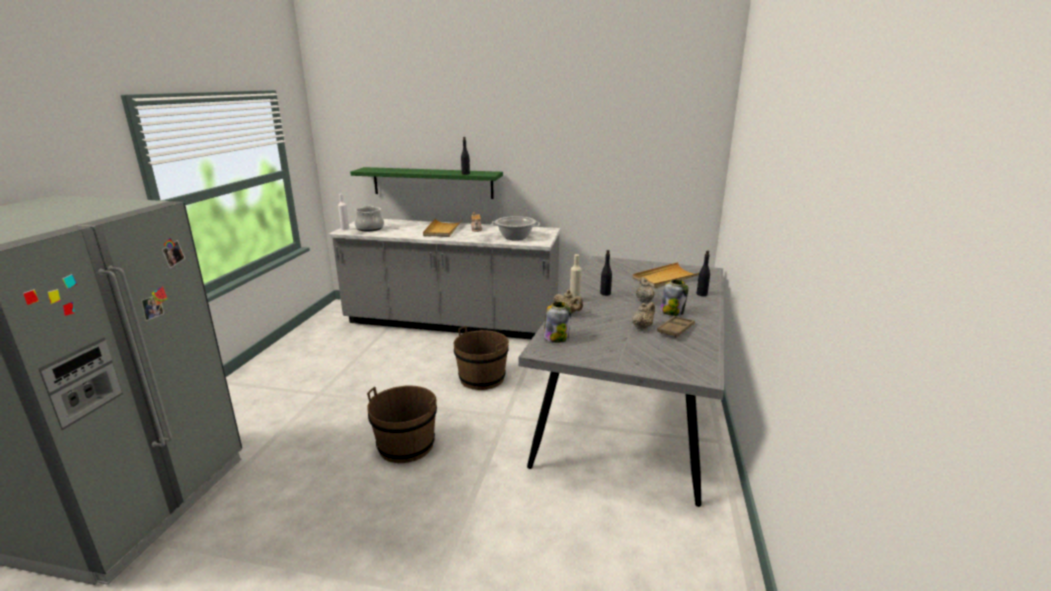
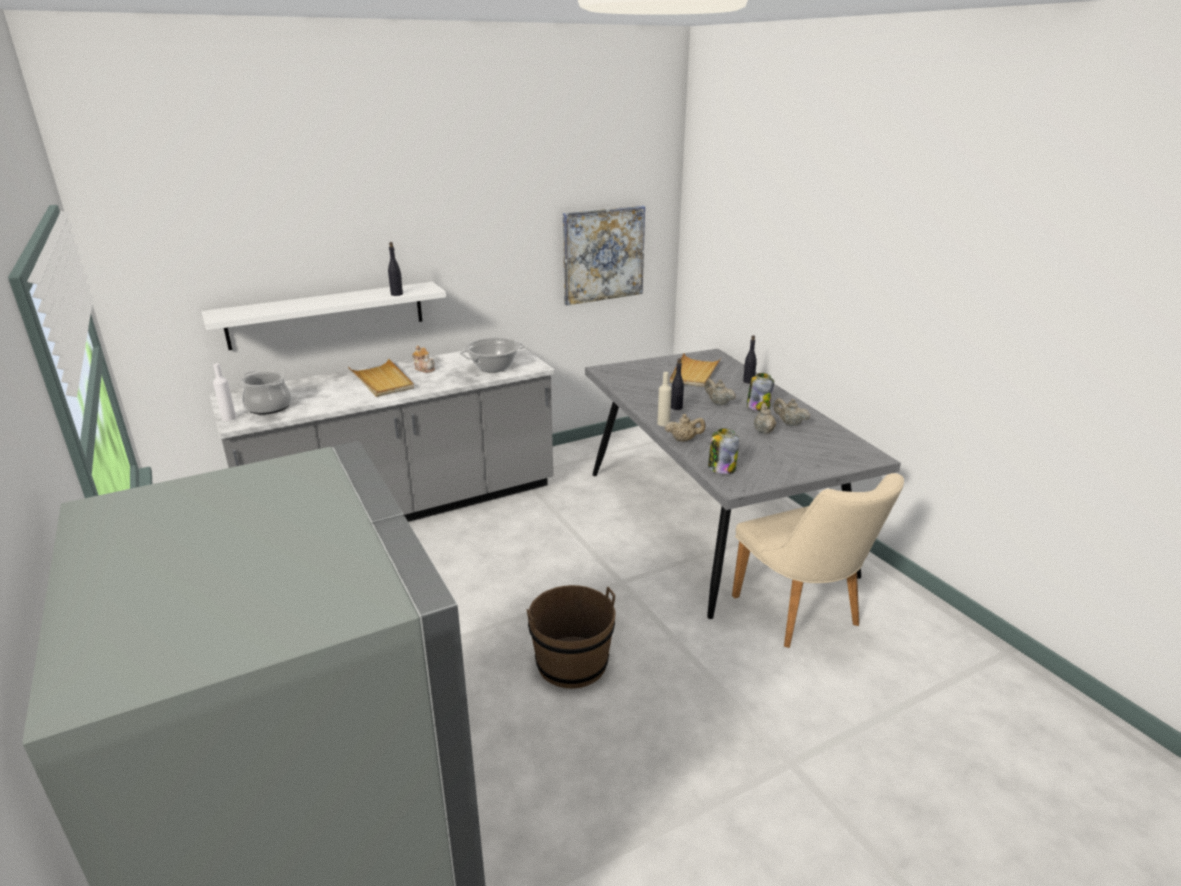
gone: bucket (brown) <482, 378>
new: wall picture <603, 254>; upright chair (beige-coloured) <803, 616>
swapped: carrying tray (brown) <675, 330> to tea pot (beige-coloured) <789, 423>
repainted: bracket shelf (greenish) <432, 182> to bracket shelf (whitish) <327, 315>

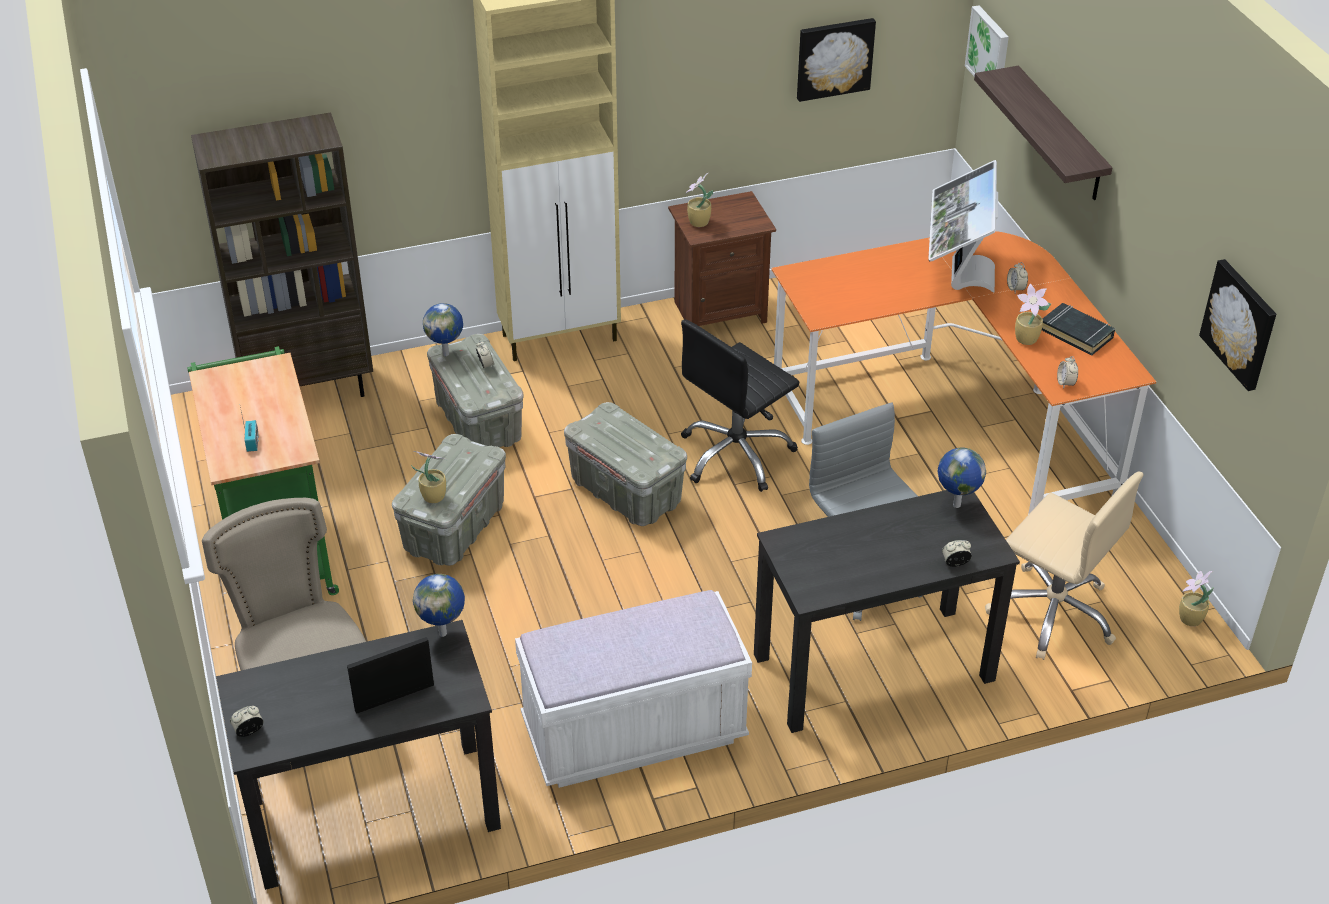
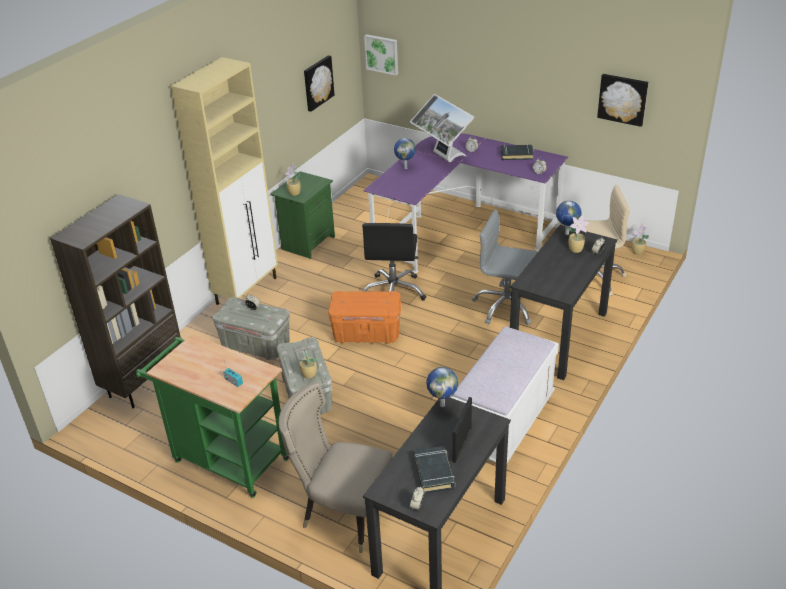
gone: bracket shelf <1060, 135>
new: volume (black) <434, 472>
shifted: desk globe <446, 353> to <405, 167>; potted plant <1027, 340> to <576, 249>
repainted: storage bin (gray) <625, 492> to storage bin (orange) <366, 334>; night table (brown) <719, 311> to night table (greenish) <307, 243>; desk (orange) <955, 416> to desk (purple) <460, 231>

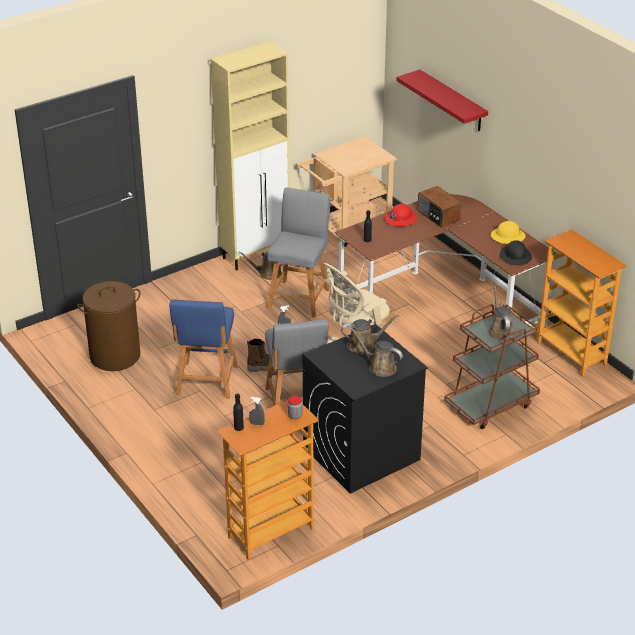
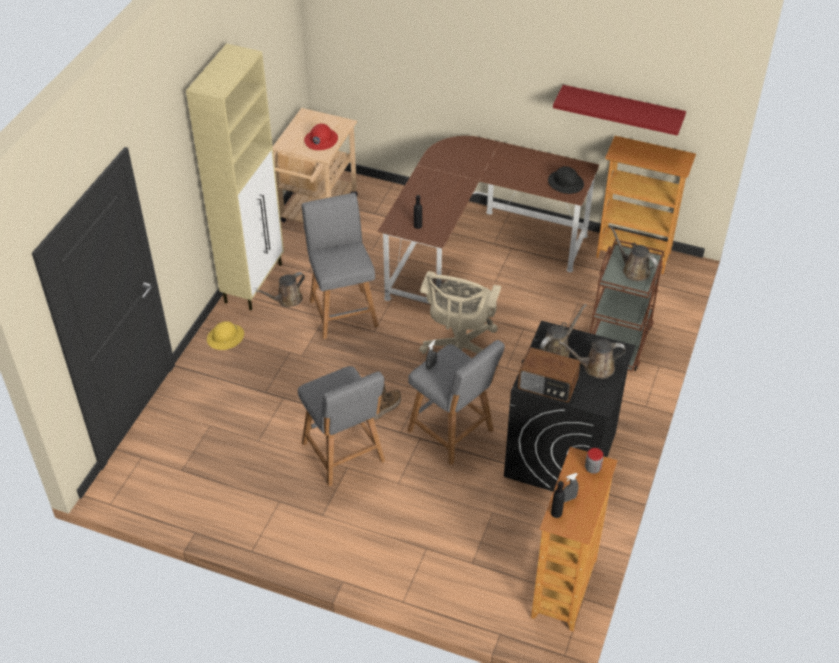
gone: hamper (brown) <115, 356>
shifted: safety helmet (red-coloured) <400, 219> to <321, 140>; bracket shelf (red-coloured) <452, 101> to <621, 110>; radio receiver <438, 216> to <547, 385>; safety helmet (yellowish) <508, 236> to <225, 337>
repainted: stool (blue-coloured) <206, 383> to stool (gray) <345, 455>

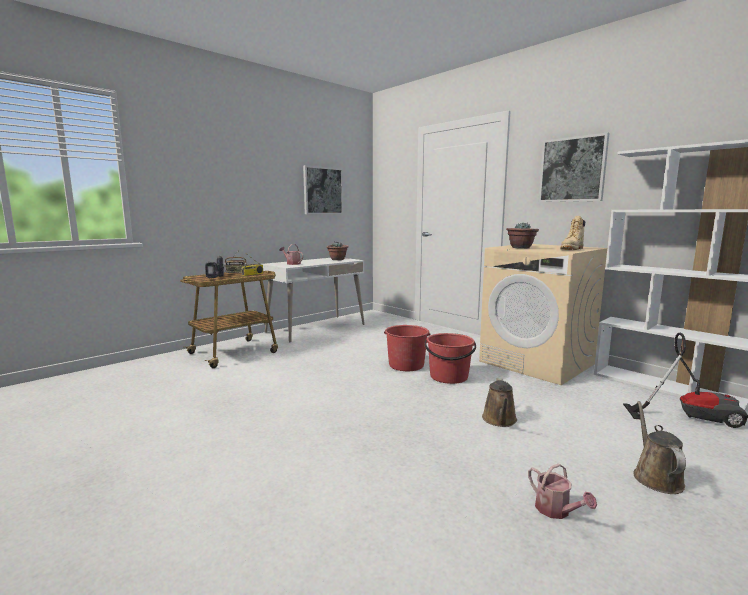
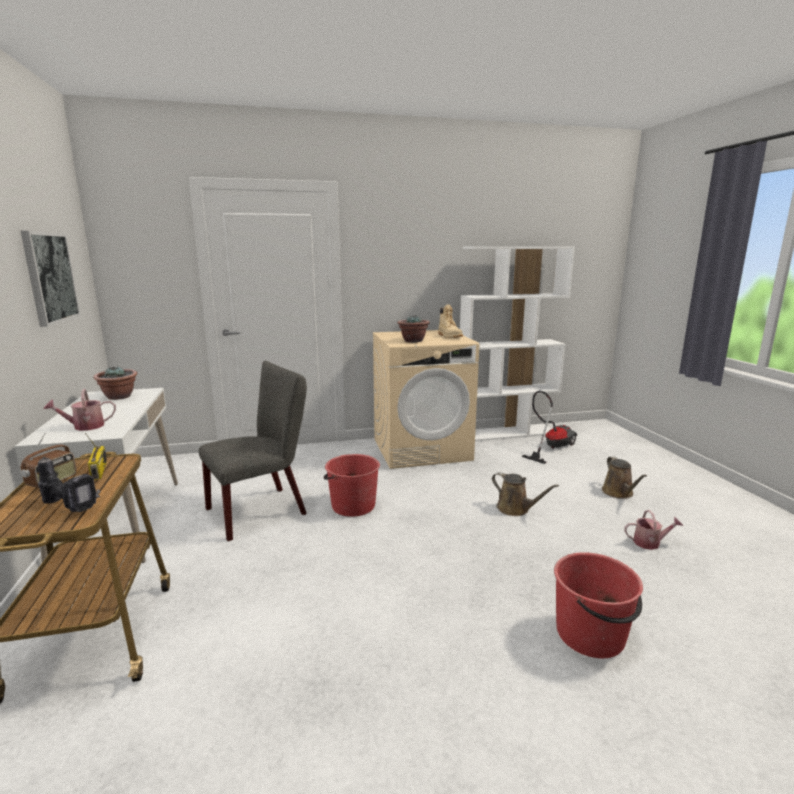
gone: wall picture <572, 169>
new: upright chair (gray) <263, 510>
shifted: bucket (red-coloured) <449, 377> to <591, 635>
rotated: sprinkling can (brown) <655, 477> = <619, 493> 135 degrees counterclockwise

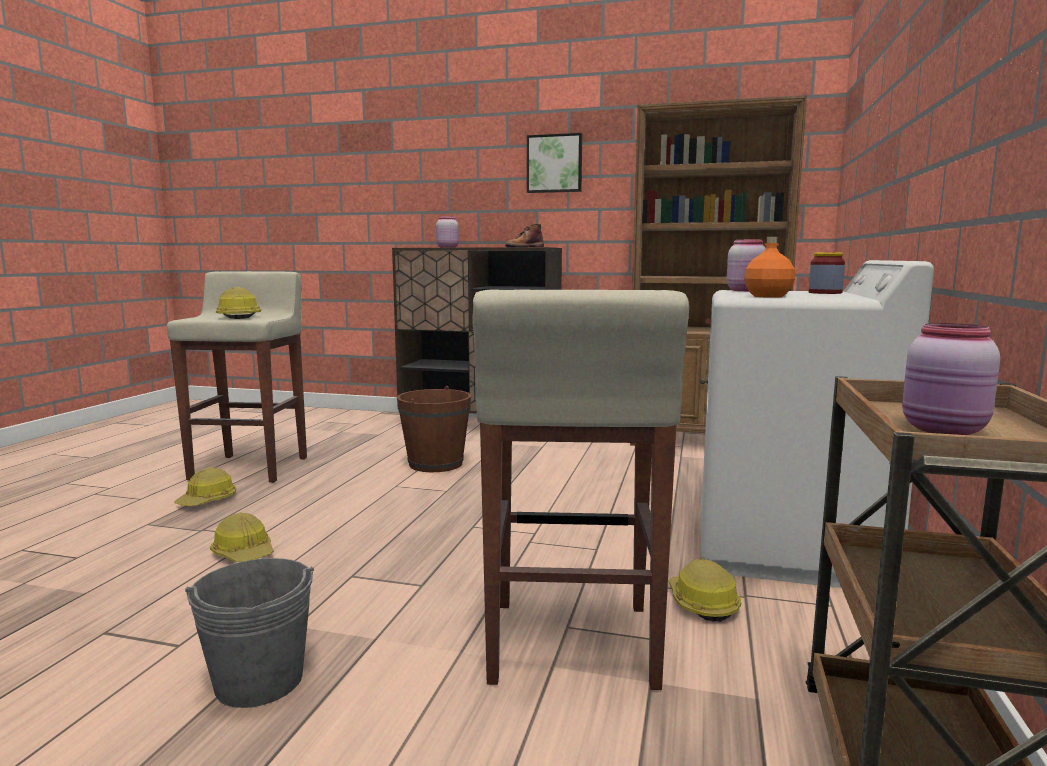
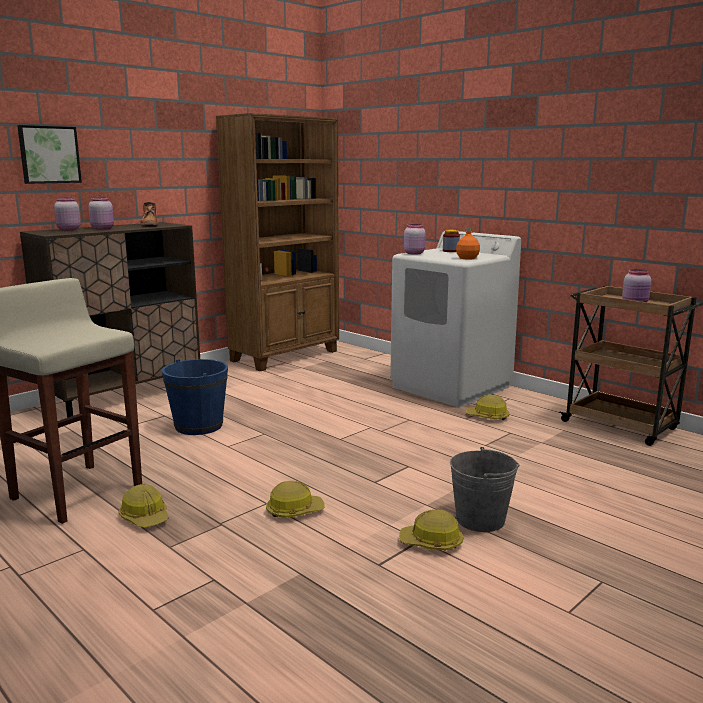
gone: stool (beige-coloured) <571, 645>
new: preserve jar (pink-coloured) <103, 228>
shifted: safety helmet <238, 317> to <431, 542>; wall picture <554, 164> to <49, 154>
repainted: bucket (brown) <436, 464> to bucket (blue-coloured) <199, 426>

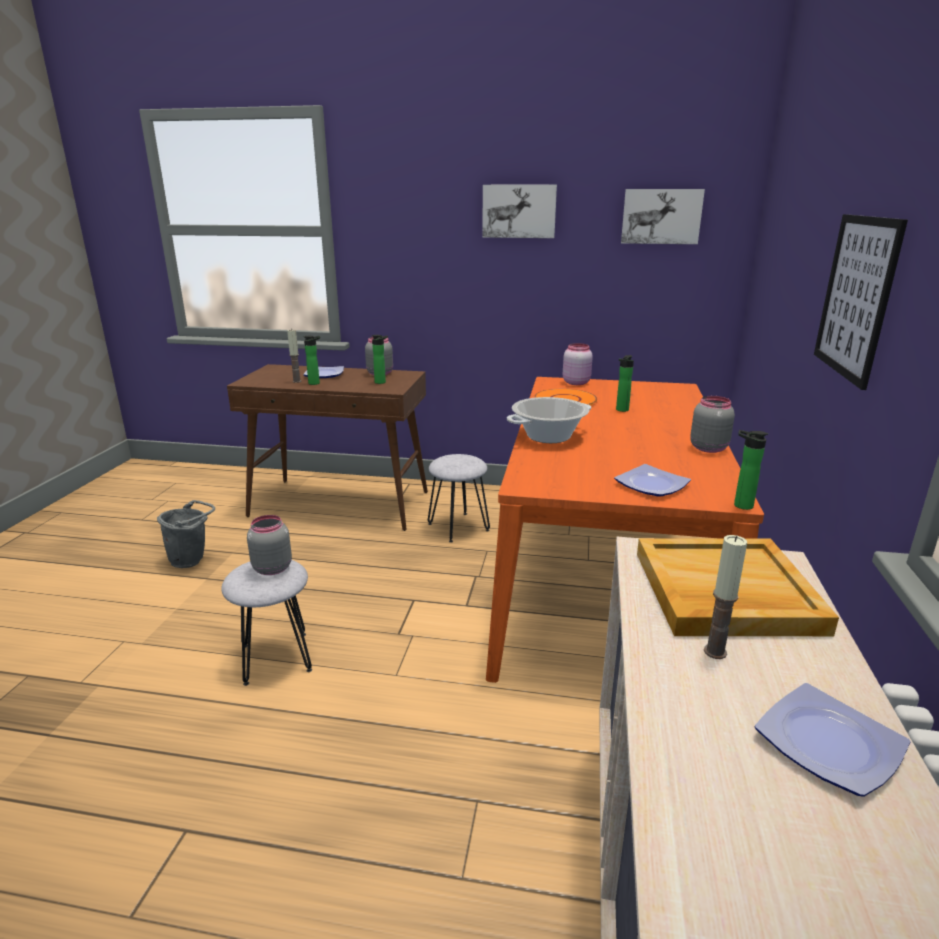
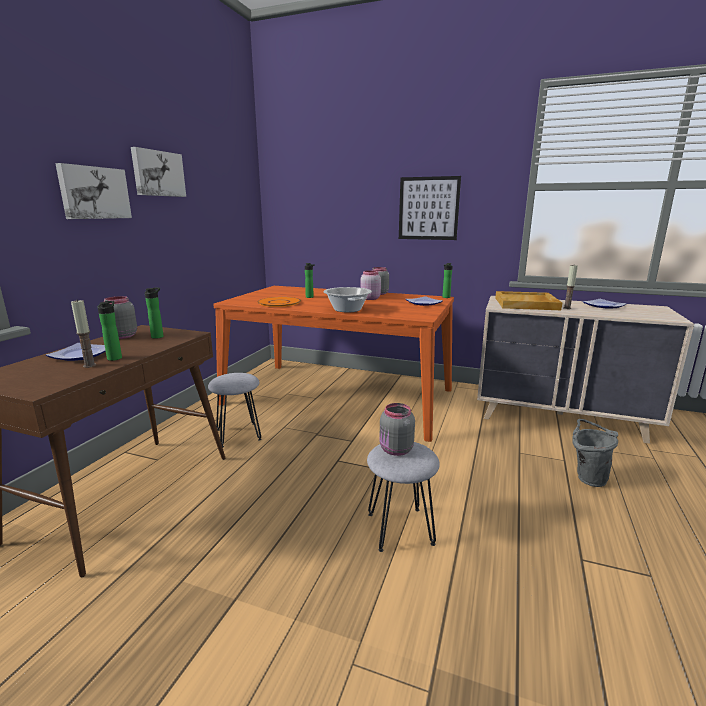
shifted: bucket (gray) <193, 561> to <586, 477>; preserve jar (pink-coloured) <576, 382> to <369, 298>; wall picture <661, 216> to <94, 193>

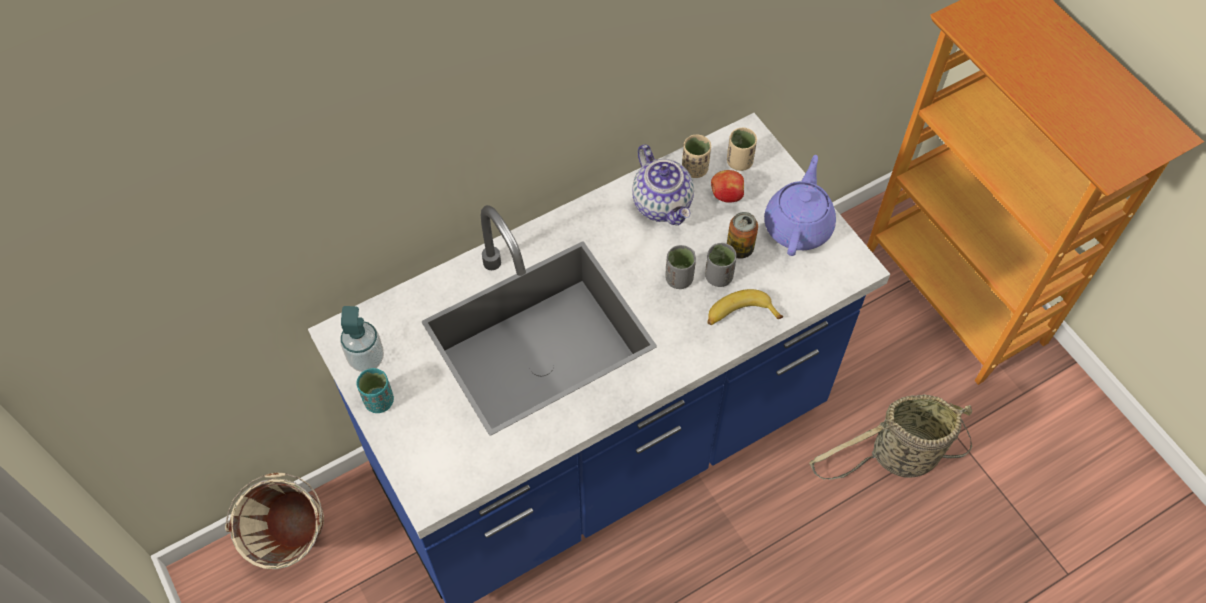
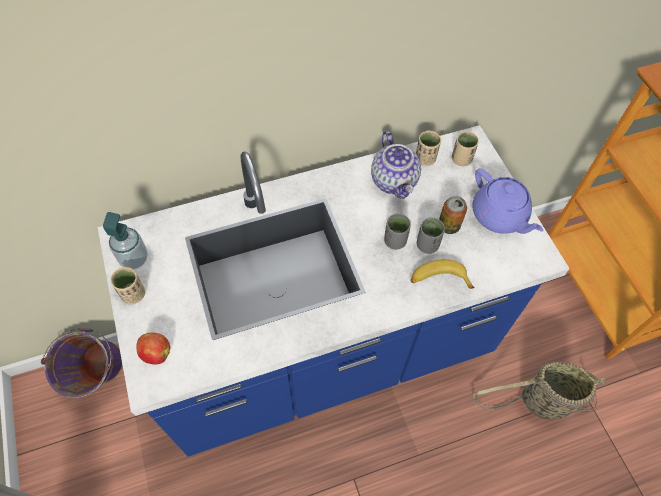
shifted: apple fruit <726, 195> to <156, 353>
repainted: bucket (beige-coloured) <294, 545> to bucket (purple) <99, 379>; drinking cup (turquoise-coloured) <379, 401> to drinking cup (beige-coloured) <133, 294>
rotated: tea pot (purple) <798, 225> = <499, 216> 120 degrees clockwise

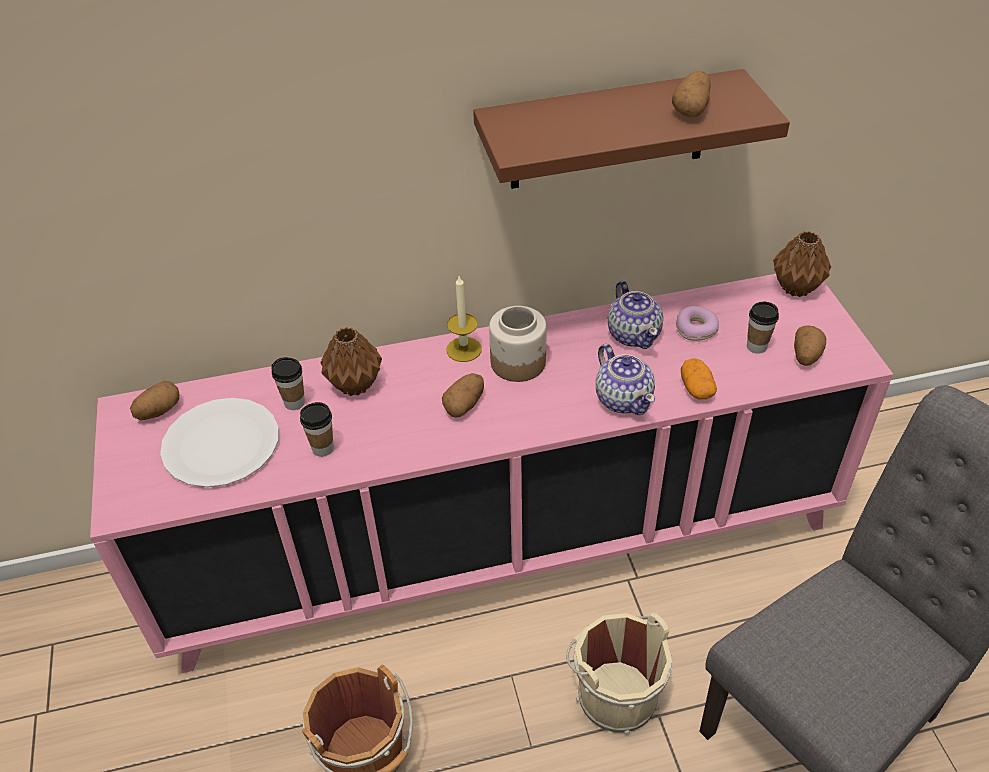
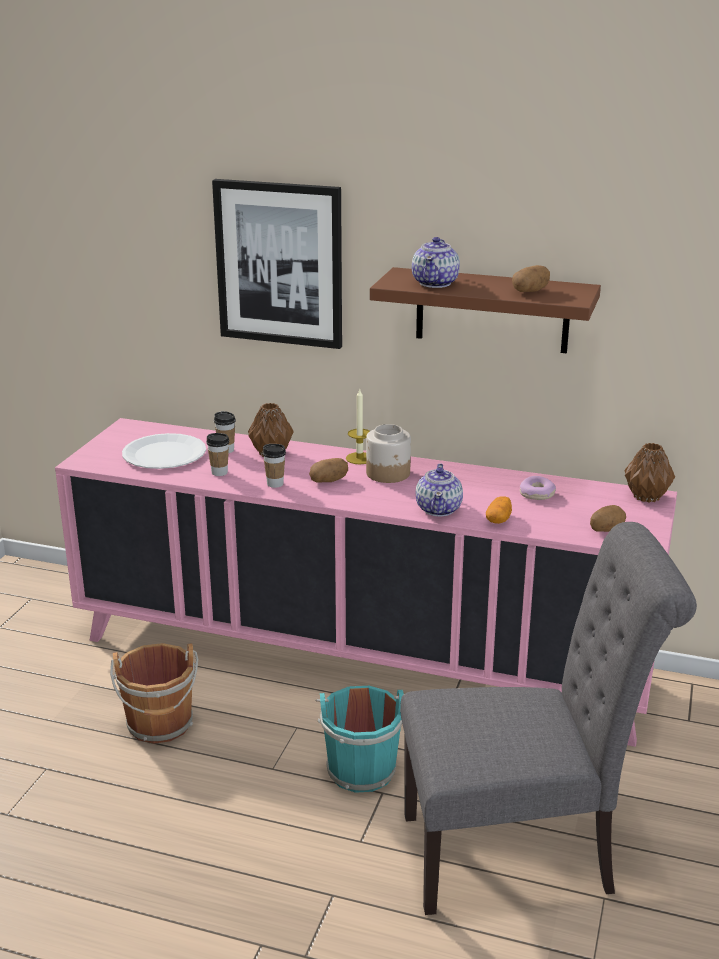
gone: spud <159, 411>
new: wall picture <279, 263>
shifted: tea pot <634, 334> to <435, 283>; drinking cup <756, 346> to <275, 484>
repainted: bucket (beige-coloured) <614, 694> to bucket (turquoise-coloured) <360, 767>

